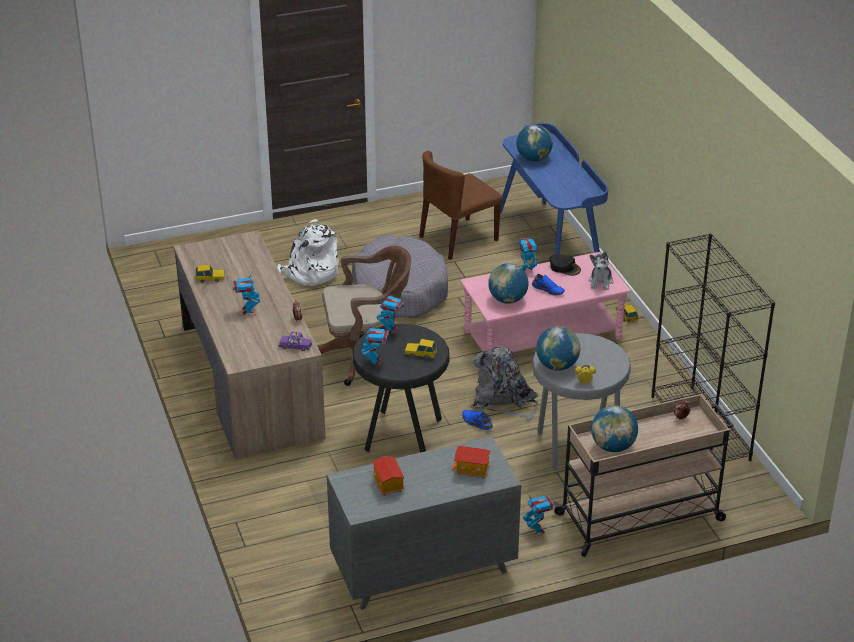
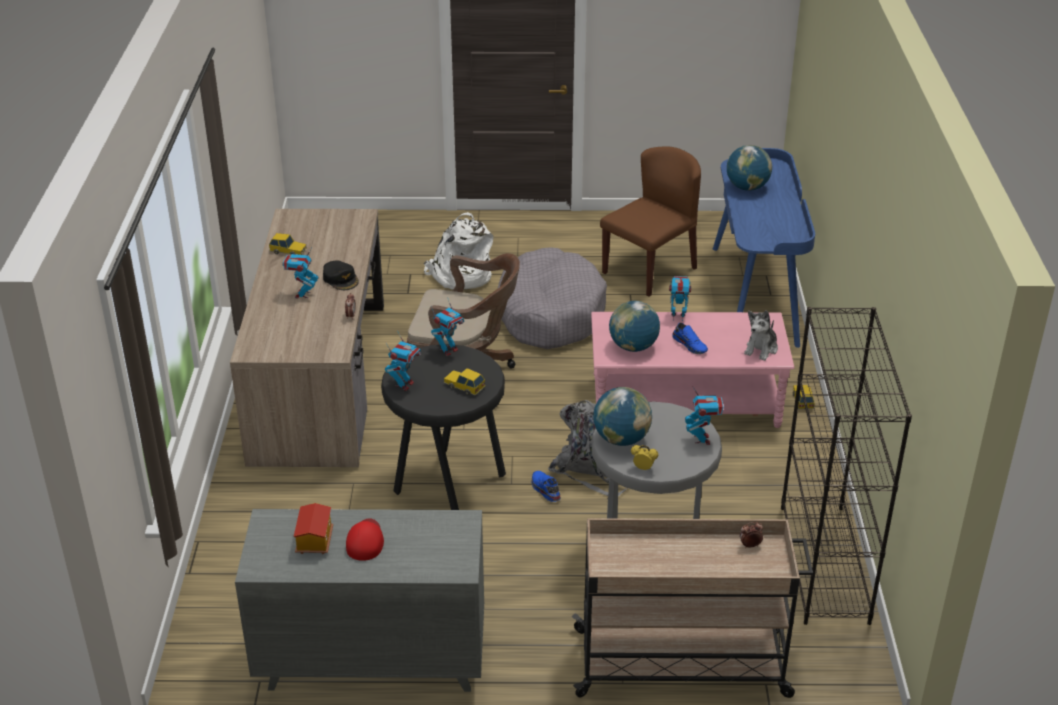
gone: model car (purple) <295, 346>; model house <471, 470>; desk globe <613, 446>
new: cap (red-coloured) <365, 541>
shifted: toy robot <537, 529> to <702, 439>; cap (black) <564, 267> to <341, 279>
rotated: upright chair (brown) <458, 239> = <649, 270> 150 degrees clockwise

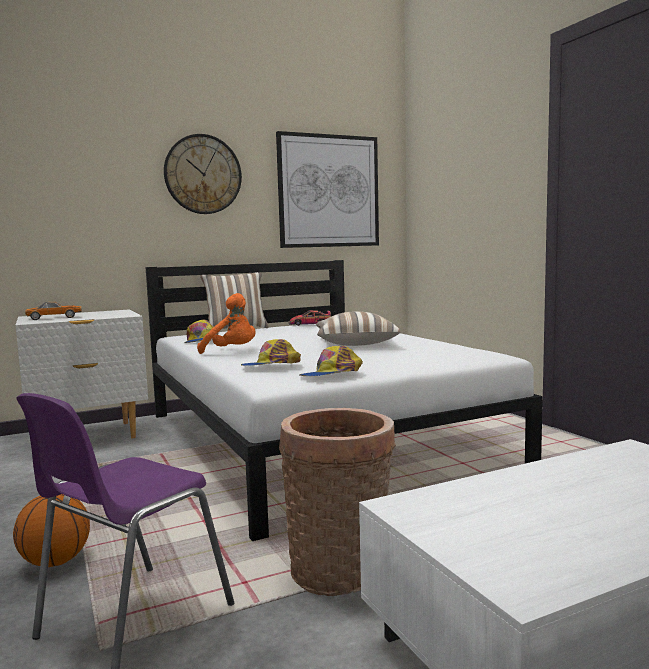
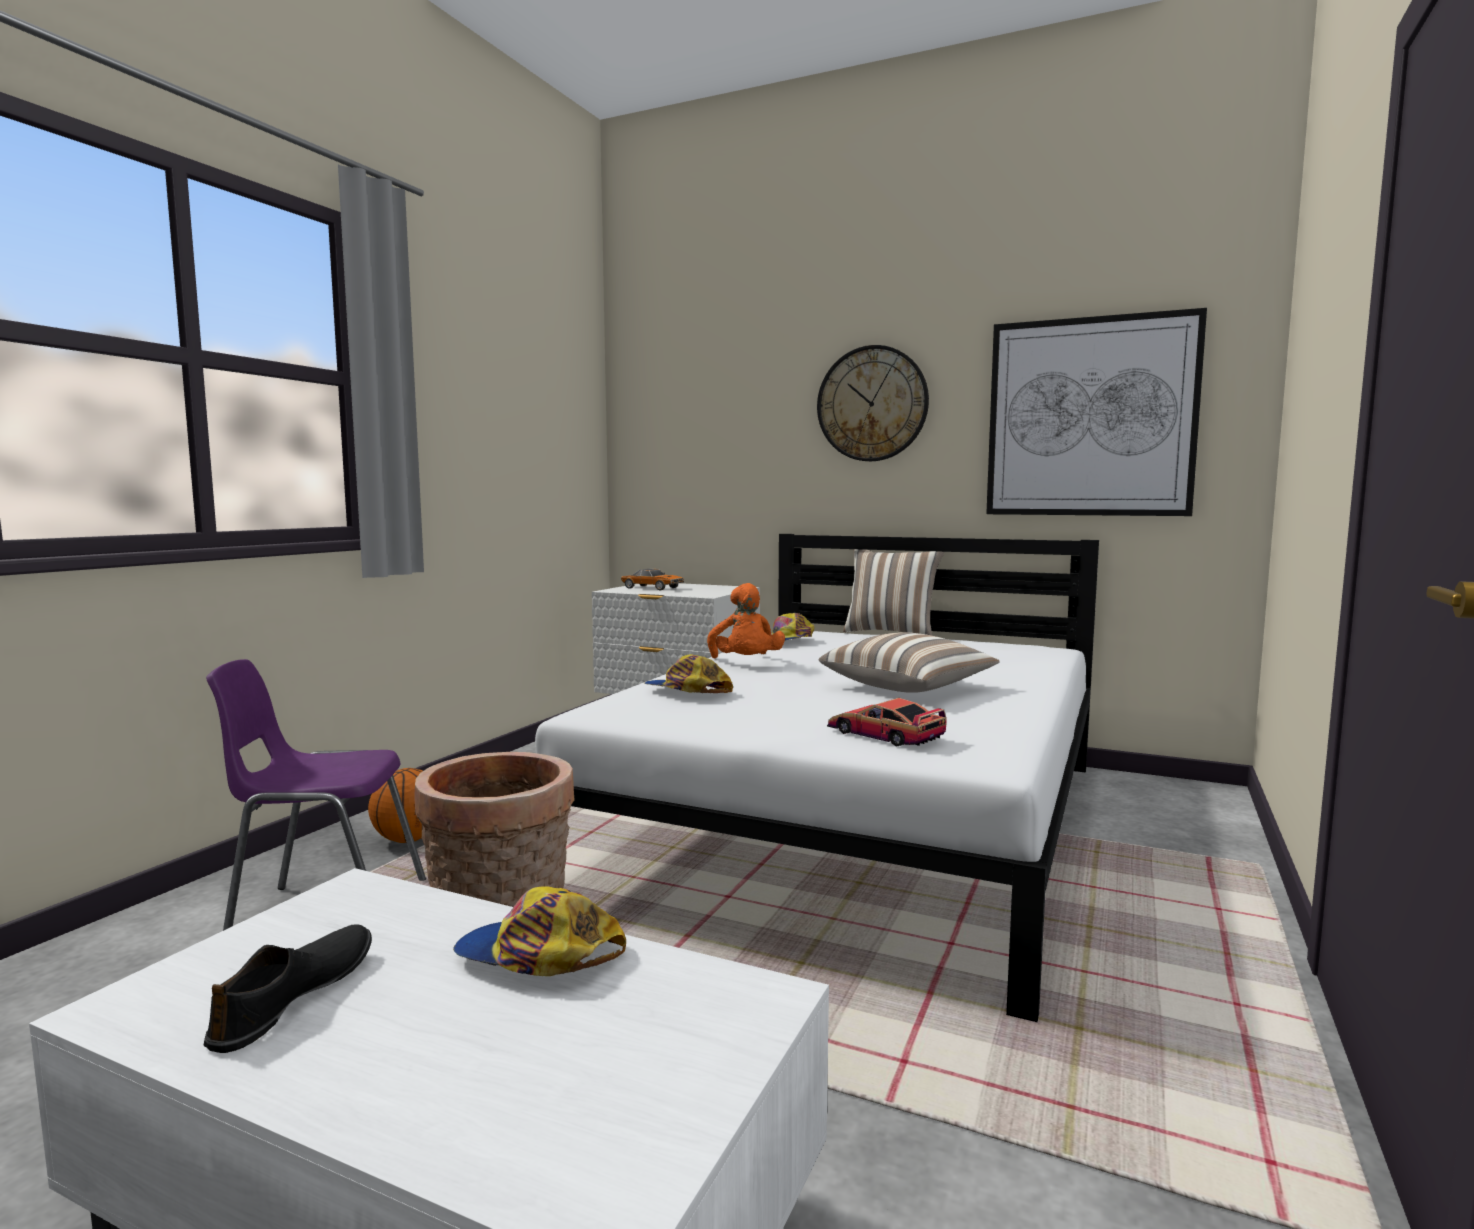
new: item of footwear (black) <296, 996>
shifted: model car <309, 324> to <884, 735>; cap <331, 375> to <537, 956>

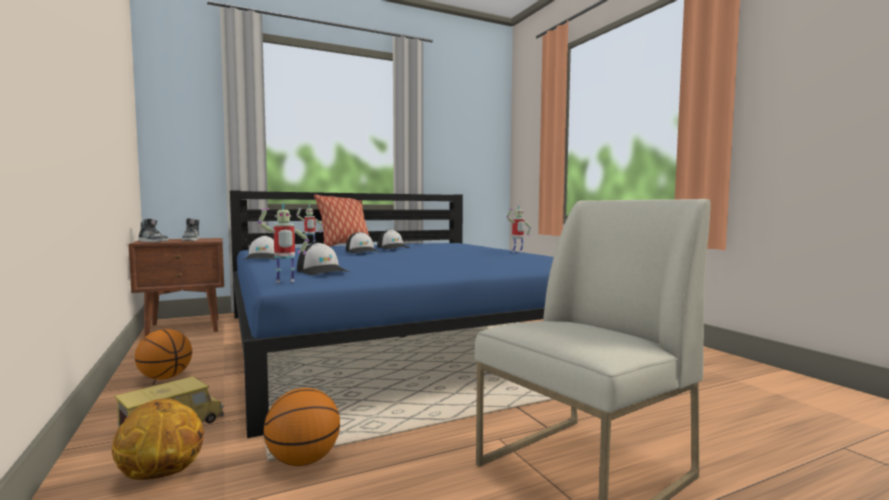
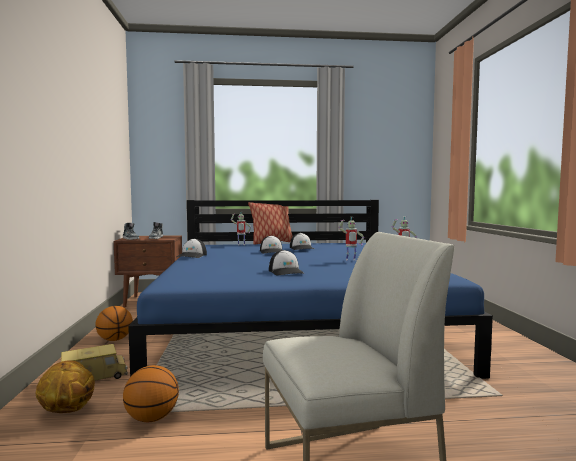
shifted: toy robot <285, 282> to <350, 260>; cap <323, 271> to <286, 272>

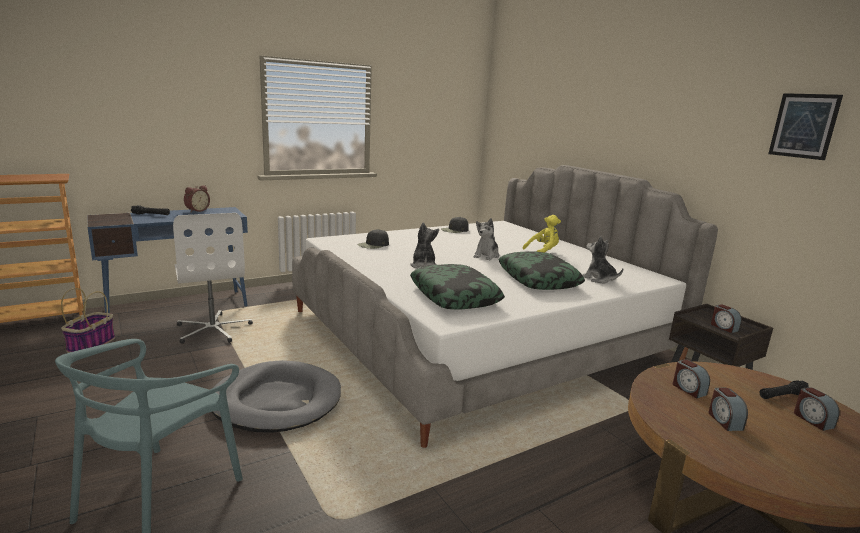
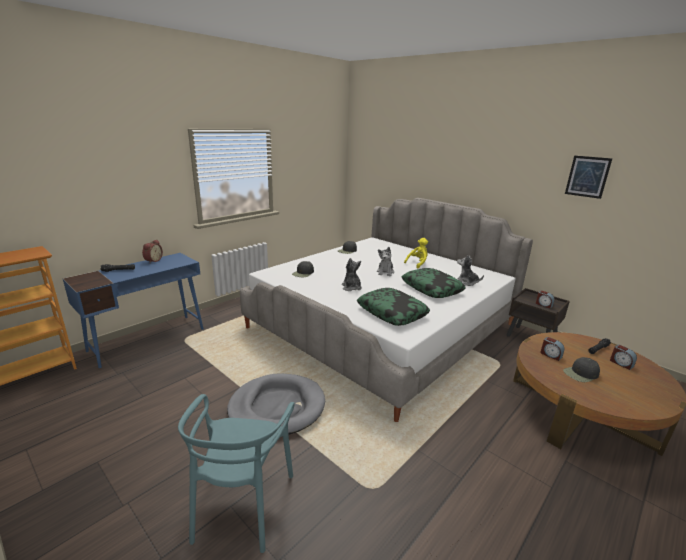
gone: basket <91, 344>; desk chair (whitish) <213, 329>
swapped: table clock <724, 420> to cap (black) <581, 374>

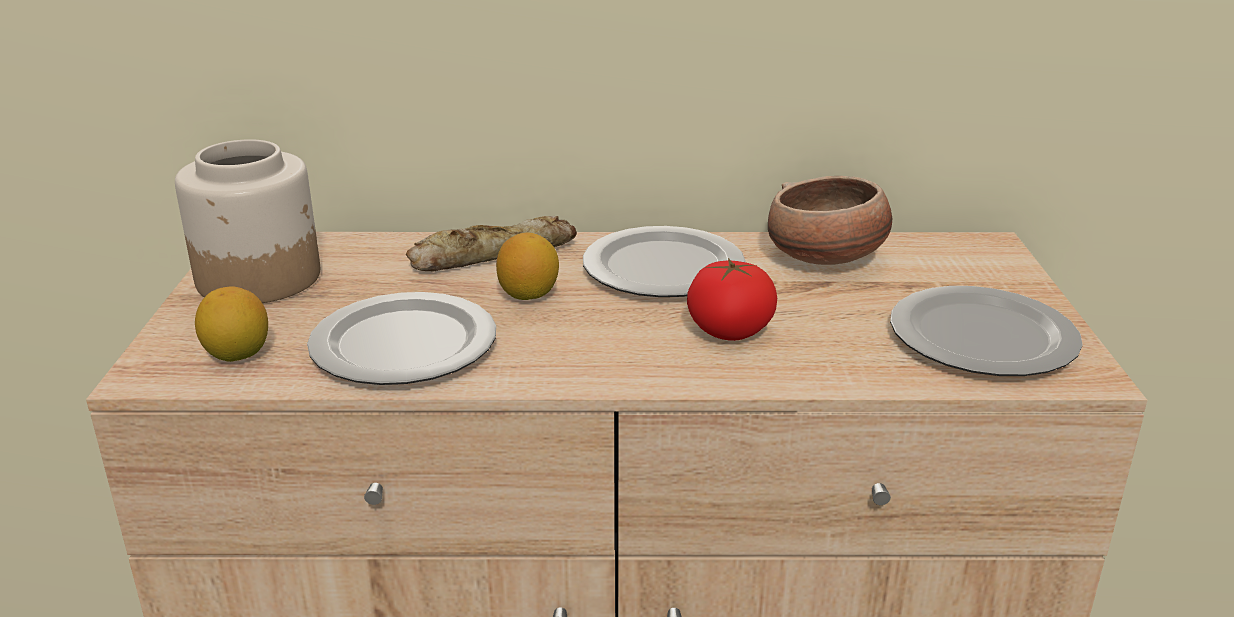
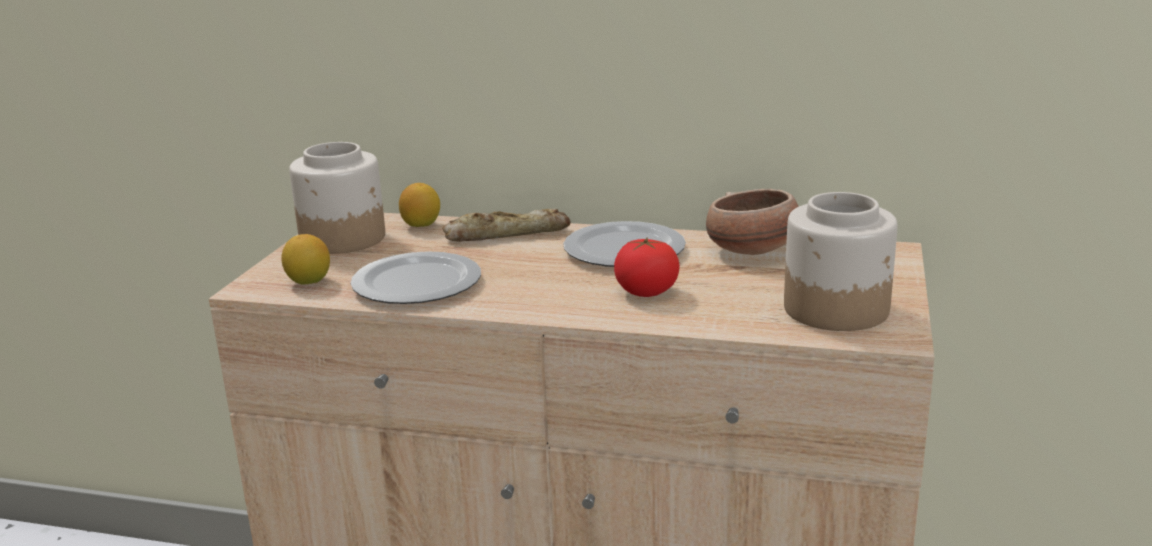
shifted: citrus fruit <528, 295> to <421, 225>
swapped: flat dish <985, 338> to preserve jar <837, 309>

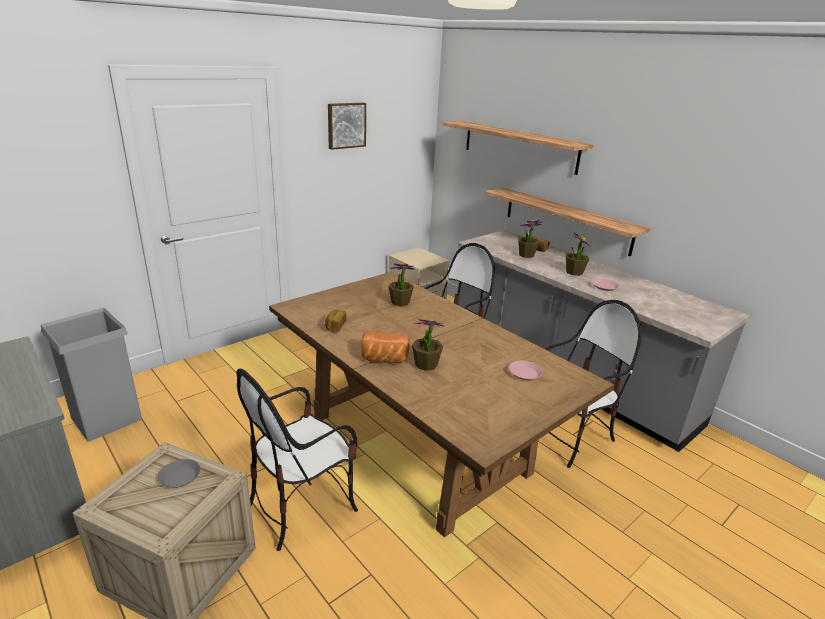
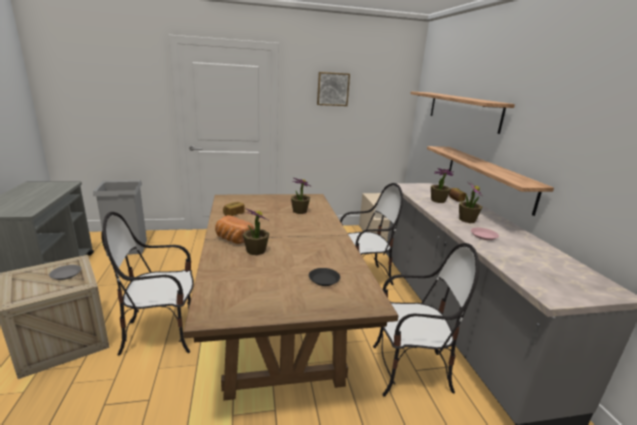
repainted: flat dish (pink-coloured) <525, 373> to flat dish (black) <324, 279>

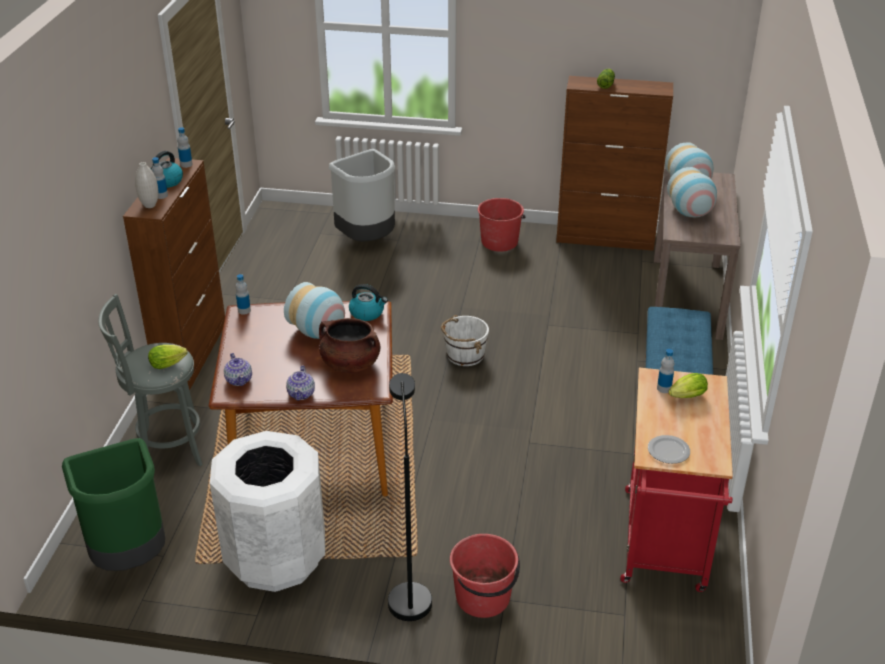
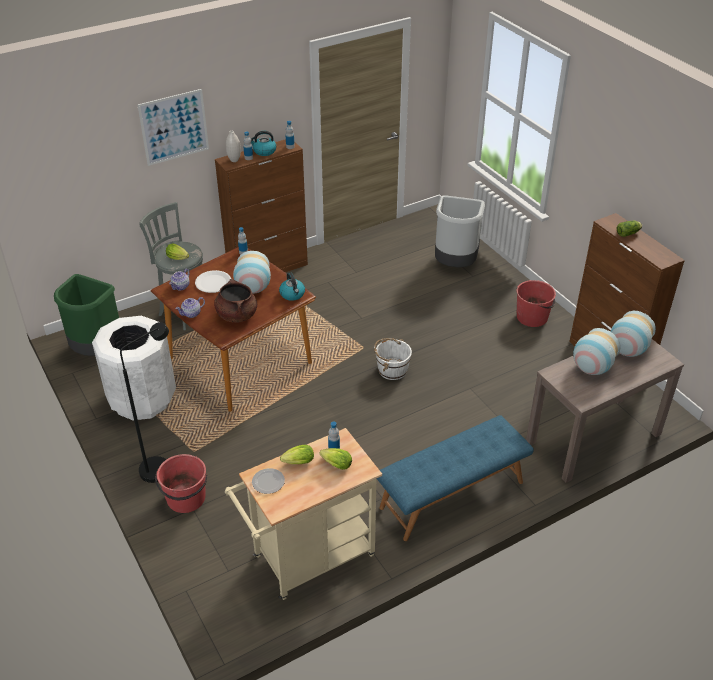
new: wall picture <174, 127>; flat dish (whitish) <213, 282>; lettuce <297, 463>
repainted: trolley (red-coloured) <664, 547> to trolley (beige-coloured) <307, 560>

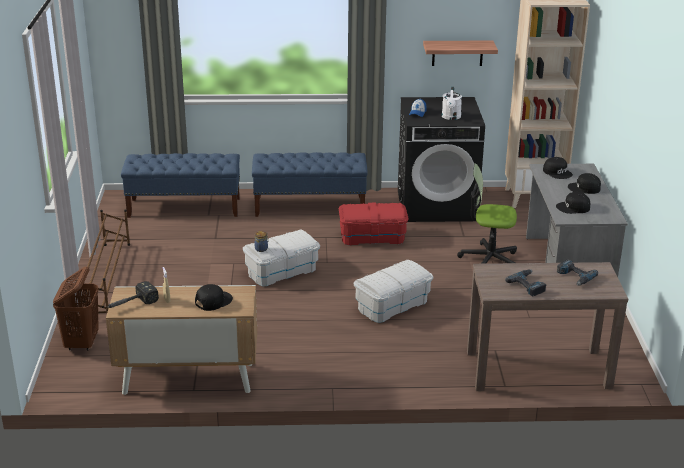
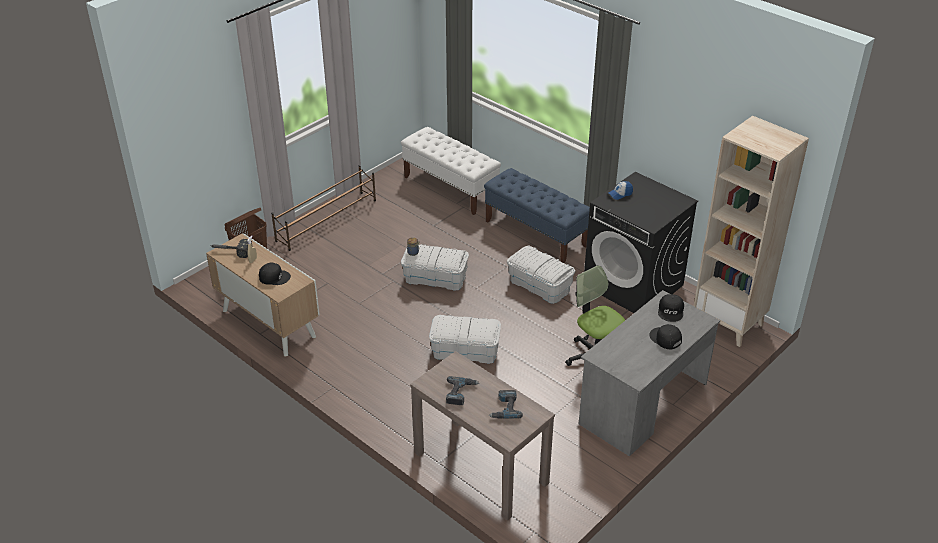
gone: bracket shelf <457, 53>; sprinkling can (whitish) <451, 117>; cap (black) <573, 208>
repainted: indoor bench (blue-coloured) <184, 207> to indoor bench (whitish) <450, 188>; storage bin (red-coloured) <372, 237> to storage bin (whitish) <540, 285>

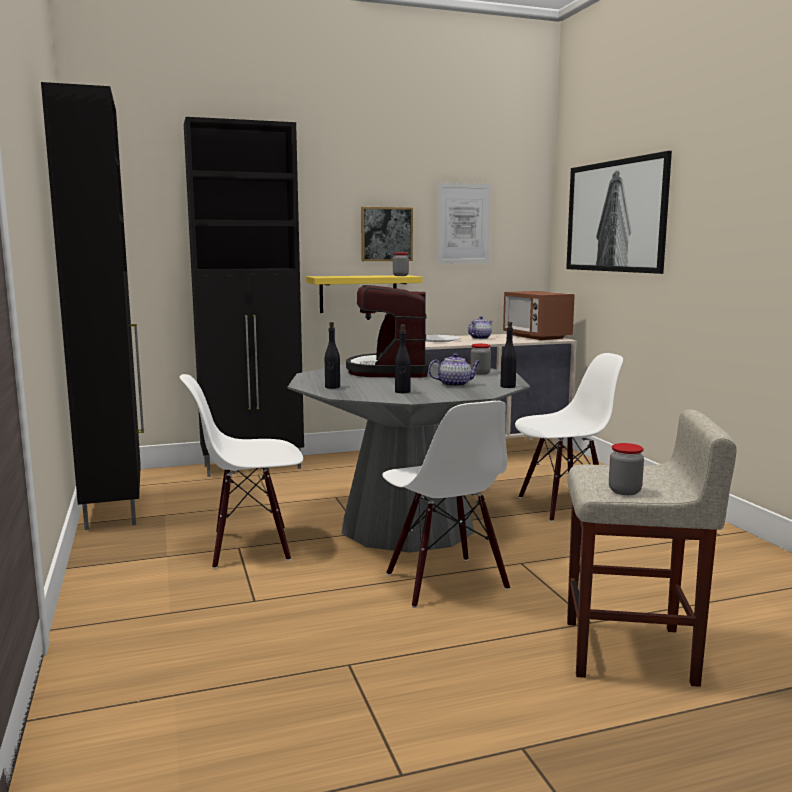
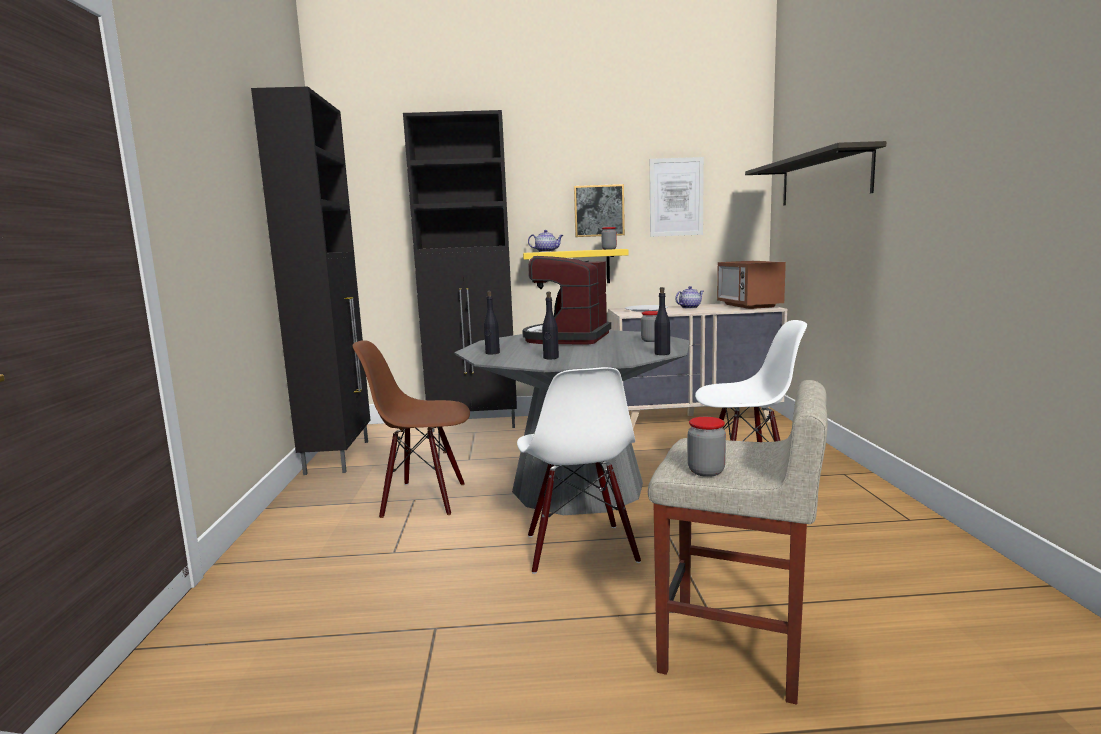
shifted: tea pot <455, 384> to <546, 251>
swapped: wall picture <616, 216> to bracket shelf <823, 179>
repainted: upright chair (whitish) <250, 546> to upright chair (brown) <424, 499>

